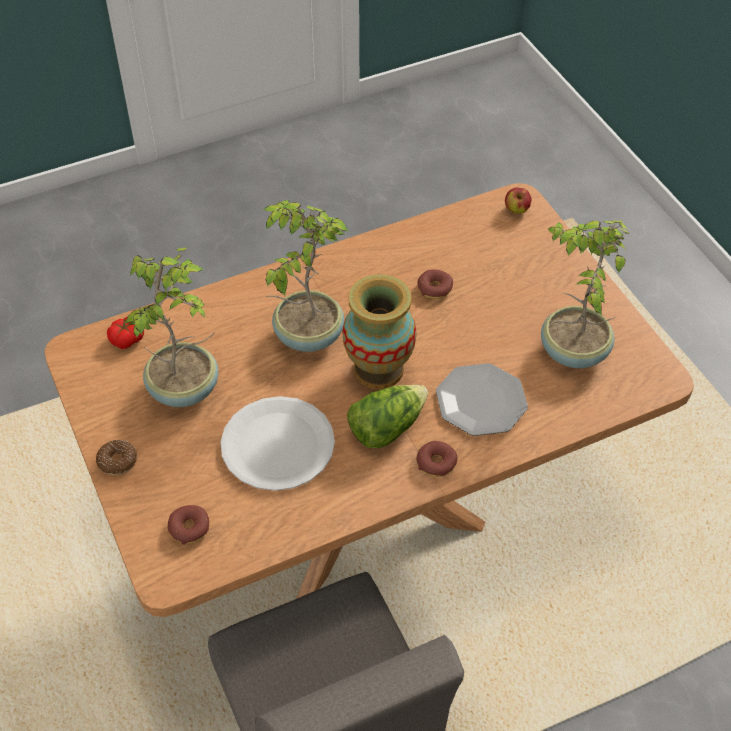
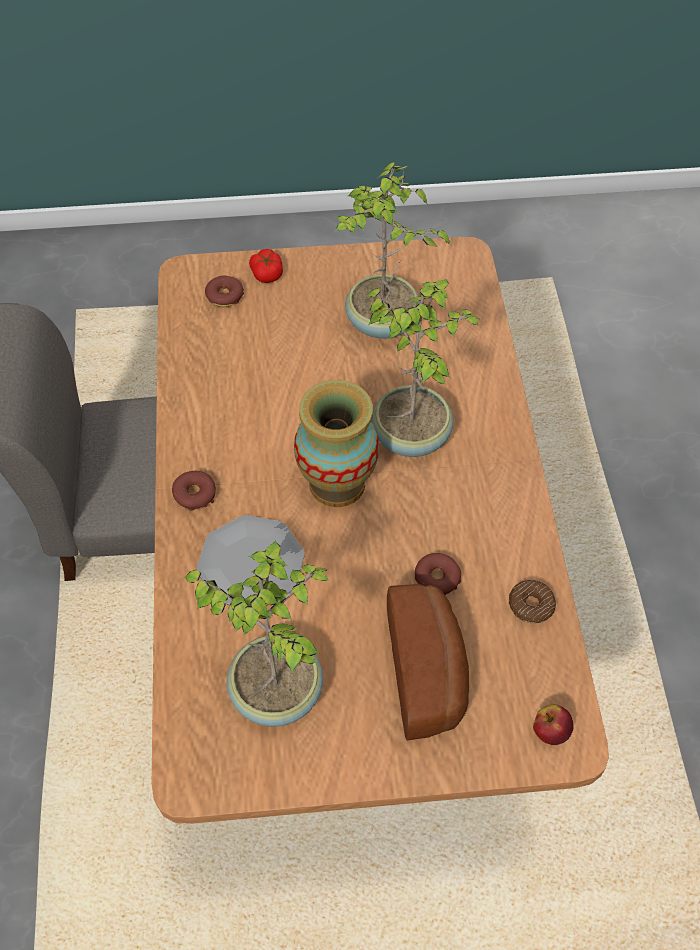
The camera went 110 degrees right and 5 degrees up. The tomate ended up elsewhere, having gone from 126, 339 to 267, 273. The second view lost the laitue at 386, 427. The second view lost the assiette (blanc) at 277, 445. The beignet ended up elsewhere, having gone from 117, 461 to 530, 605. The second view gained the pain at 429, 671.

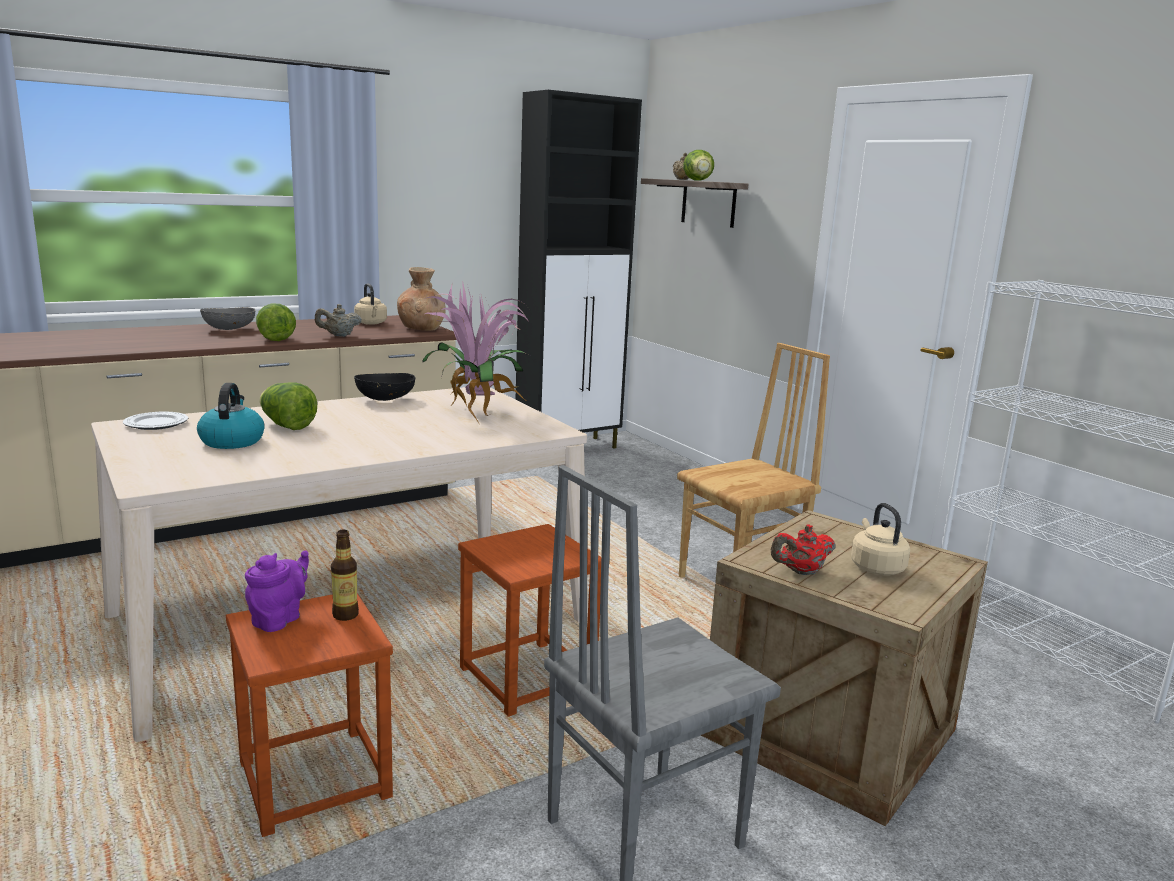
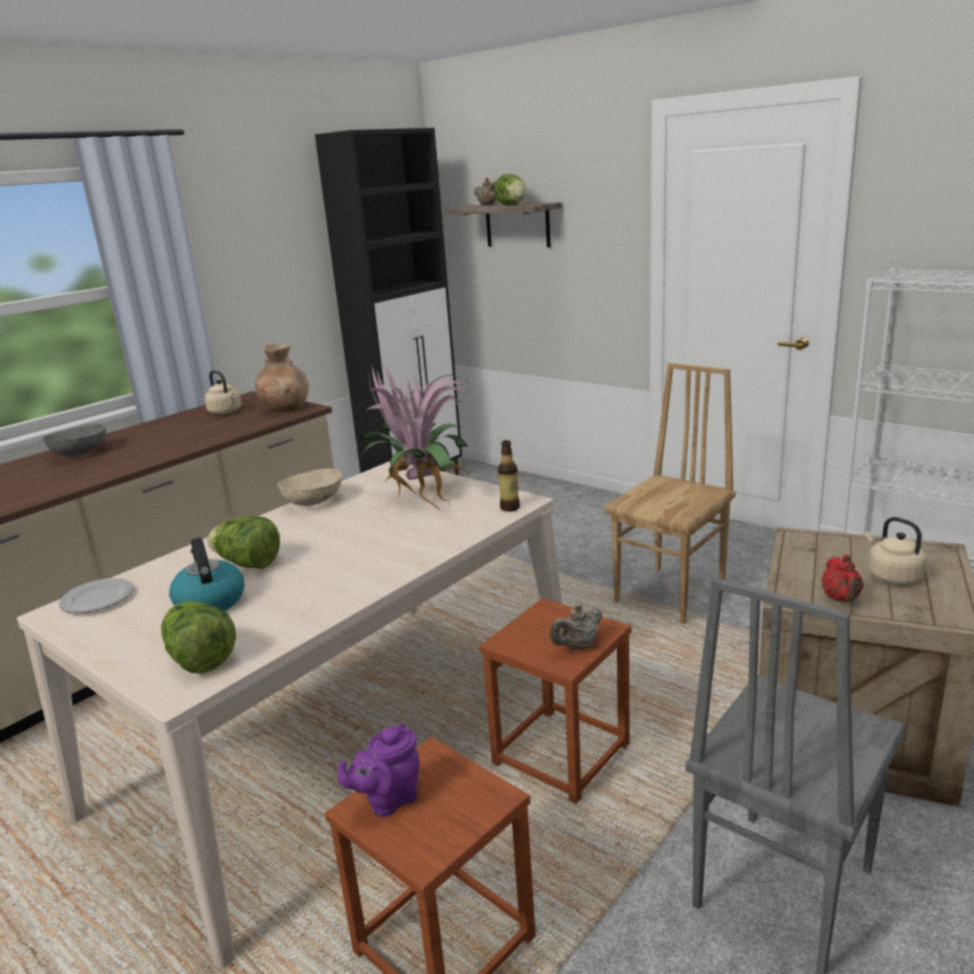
The camera went 15 degrees left and 5 degrees up. The laitue ended up elsewhere, having gone from 275, 338 to 199, 659. The théière (beige) ended up elsewhere, having gone from 339, 336 to 577, 646. What was the bol (noir) at 385, 399 turned into the bol (beige) at 313, 501. The théière (rouge) at 800, 572 ended up facing another way, 45 degrees counterclockwise from before. The bouteille ended up elsewhere, having gone from 345, 615 to 510, 508. The théière (violet) at 279, 619 ended up facing another way, 135 degrees counterclockwise from before.

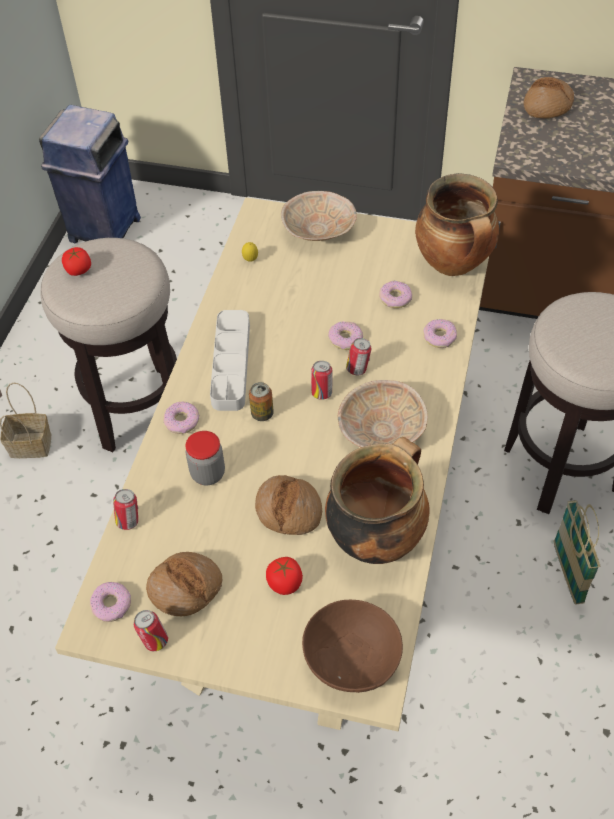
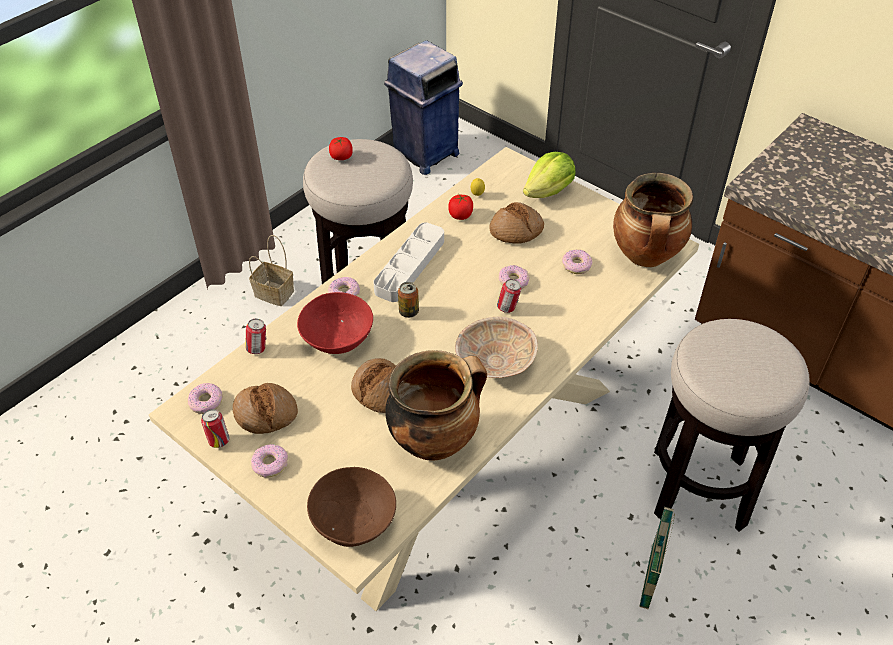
The camera went 25 degrees right and 5 degrees down. The pain ended up elsewhere, having gone from 547, 106 to 516, 230. Where the bol (beige) stood at 319, 230, the laitue came to stand at 549, 191. The beignet ended up elsewhere, having gone from 439, 337 to 270, 464. The second view lost the boîte métallique at 322, 393. Where the bocal stood at 208, 473, the bol (rouge) came to stand at 338, 339. The tomate ended up elsewhere, having gone from 285, 583 to 460, 215.

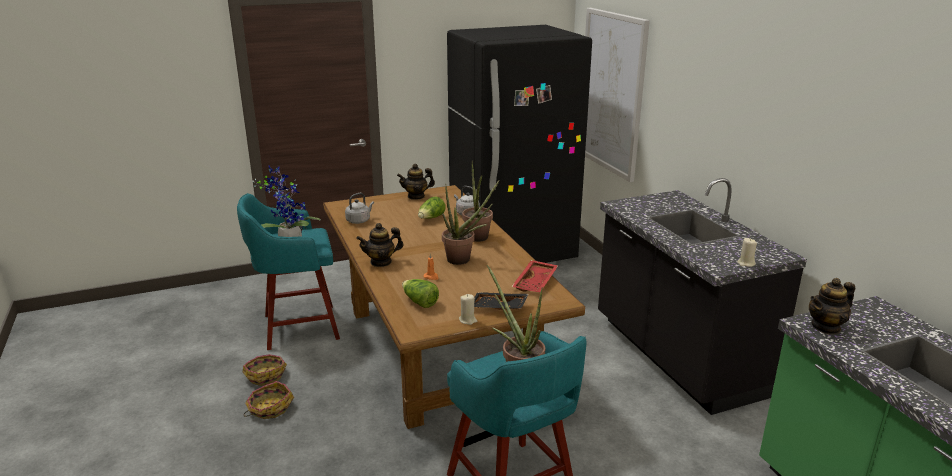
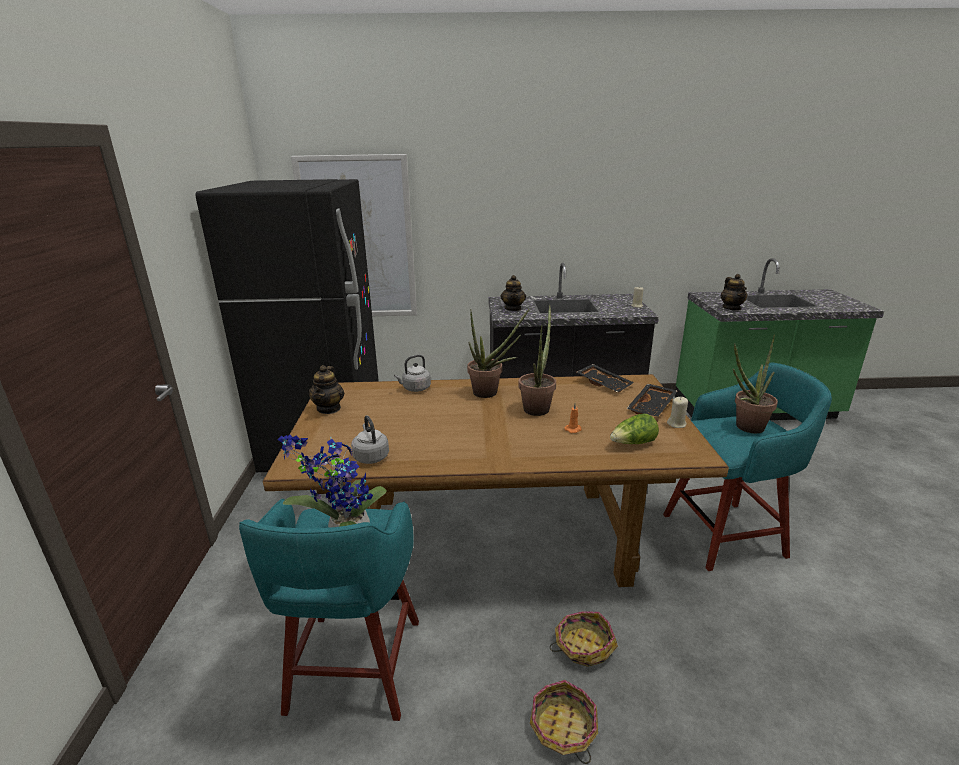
The camera went 70 degrees left and 0 degrees up. The second view lost the laitue at 431, 218. The théière ended up elsewhere, having gone from 381, 262 to 513, 309. What was the plateau (rouge) at 536, 283 turned into the plateau (noir) at 604, 384. The panier ended up elsewhere, having gone from 266, 375 to 583, 646.

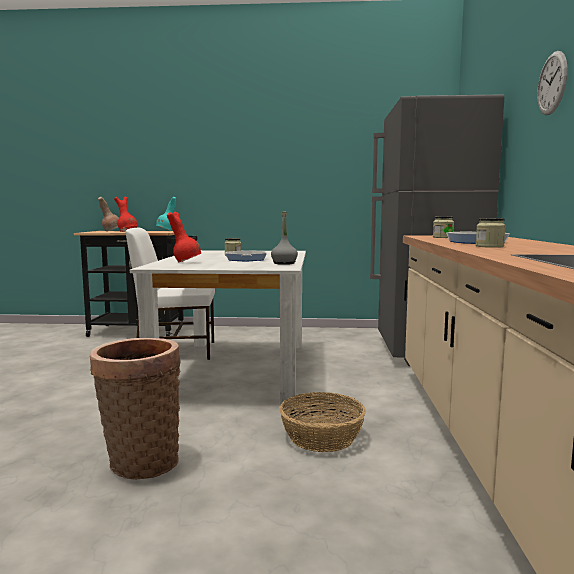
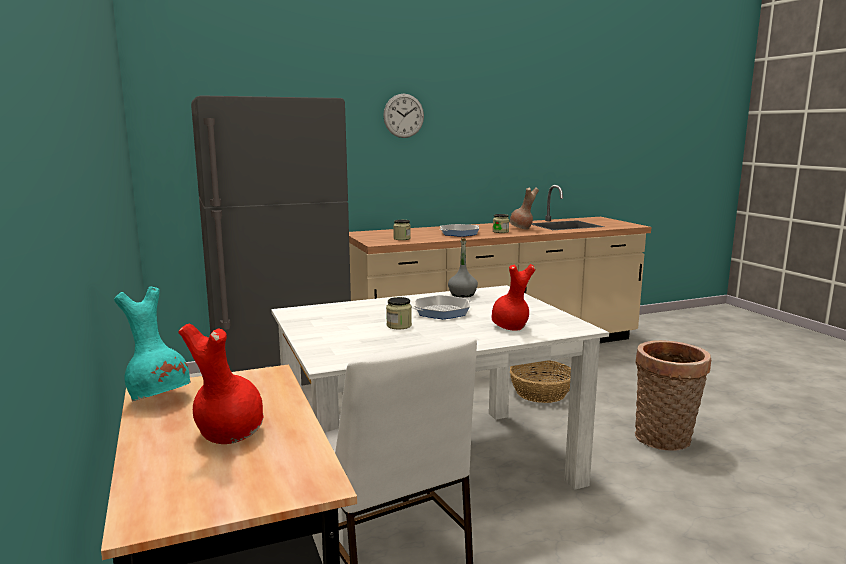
The camera went 115 degrees left and 5 degrees up. The vase (marron) ended up elsewhere, having gone from 111, 231 to 521, 229.

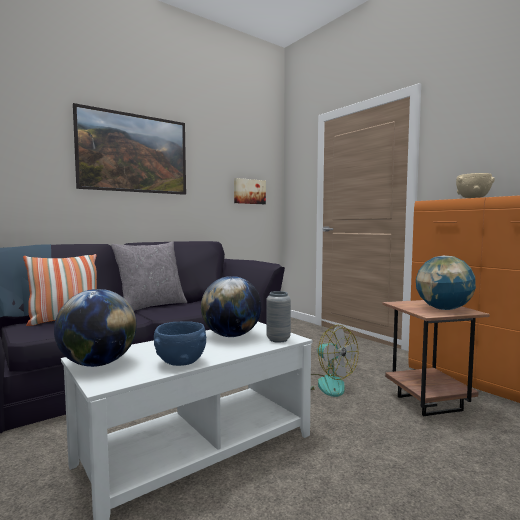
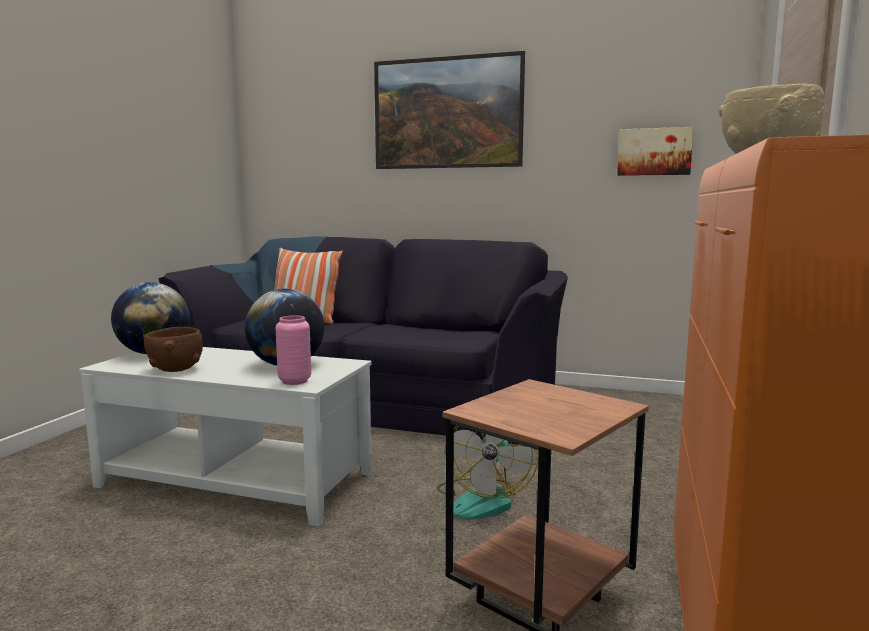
The camera went 55 degrees right and 5 degrees up. The second view lost the coussin (gris) at 151, 306. The second view lost the globe at 443, 309. What was the vase (gris) at 278, 339 turned into the vase (rose) at 294, 381. What was the bol (bleu) at 181, 363 turned into the bol (marron) at 175, 369.

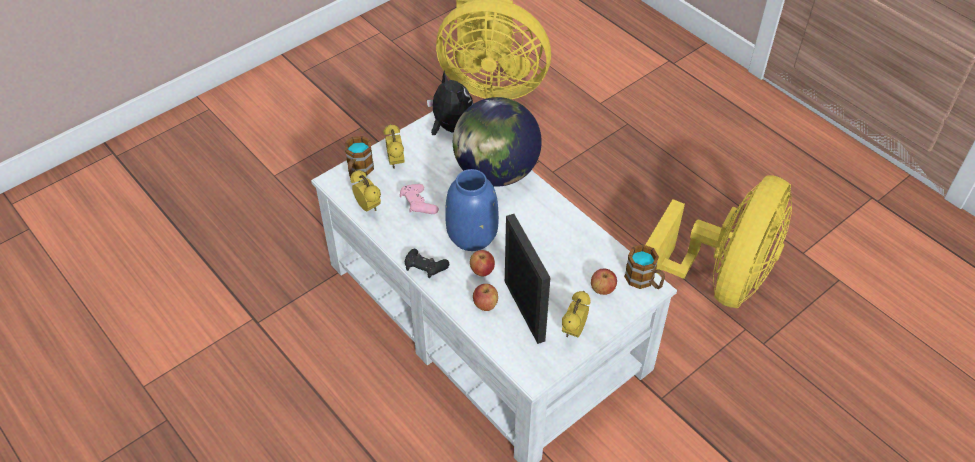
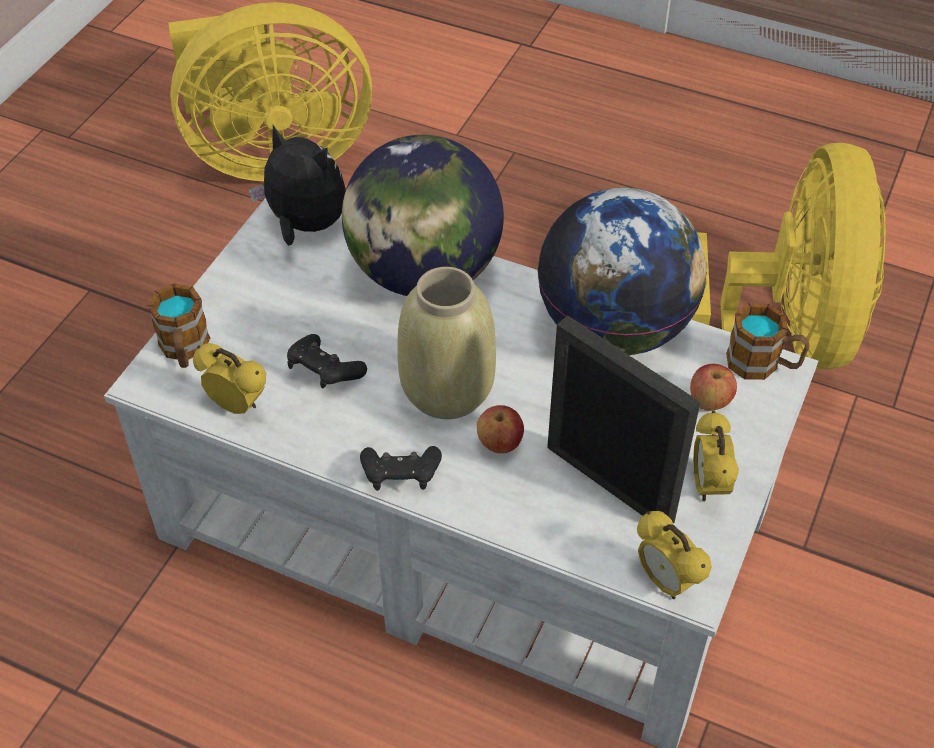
The camera went 25 degrees left and 0 degrees up. The réveil ended up elsewhere, having gone from 395, 162 to 666, 582. What was the vase (bleu) at 472, 236 turned into the vase (beige) at 447, 391. What was the manette (rose) at 418, 205 turned into the manette (noir) at 324, 372. The second view lost the pomme at 485, 305. The second view gained the globe at 615, 328.

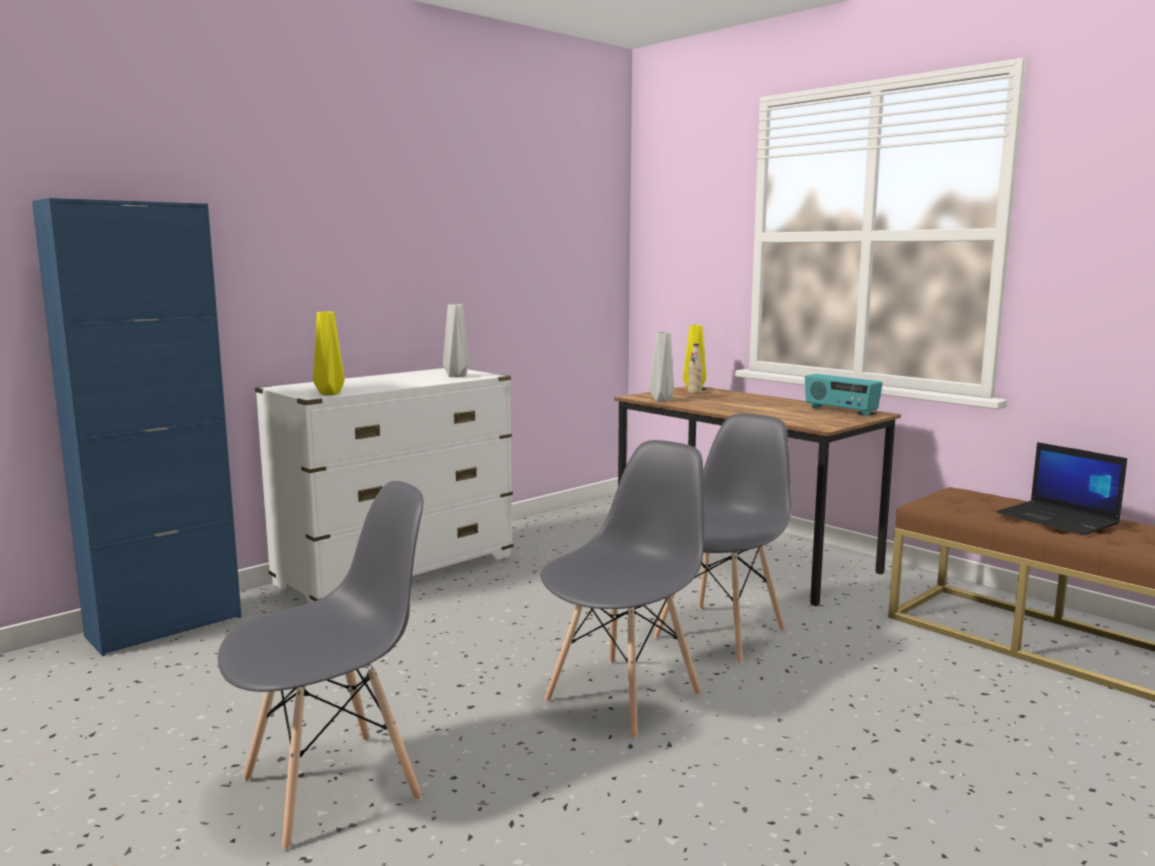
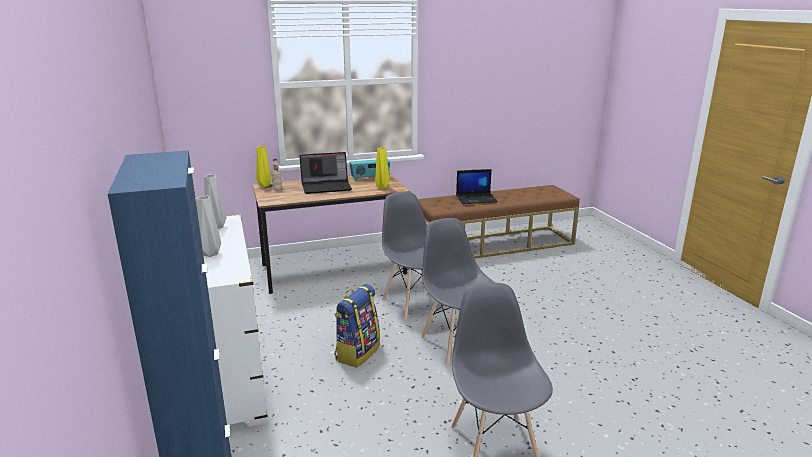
The camera went 65 degrees left and 10 degrees up. The vase (jaune) ended up elsewhere, having gone from 331, 393 to 382, 187. The vase (gris) ended up elsewhere, having gone from 662, 400 to 210, 253. The second view gained the ordinateur portable at 327, 186. The second view gained the sac à dos at 357, 352.

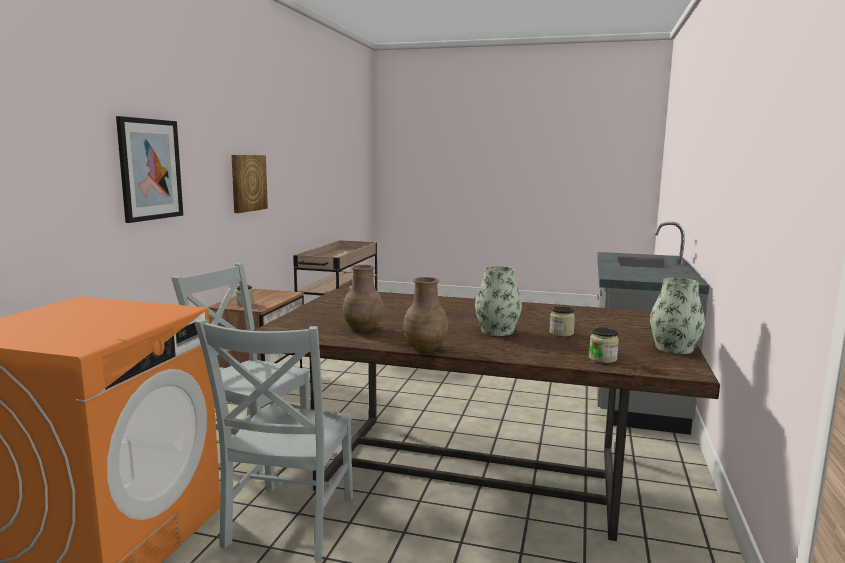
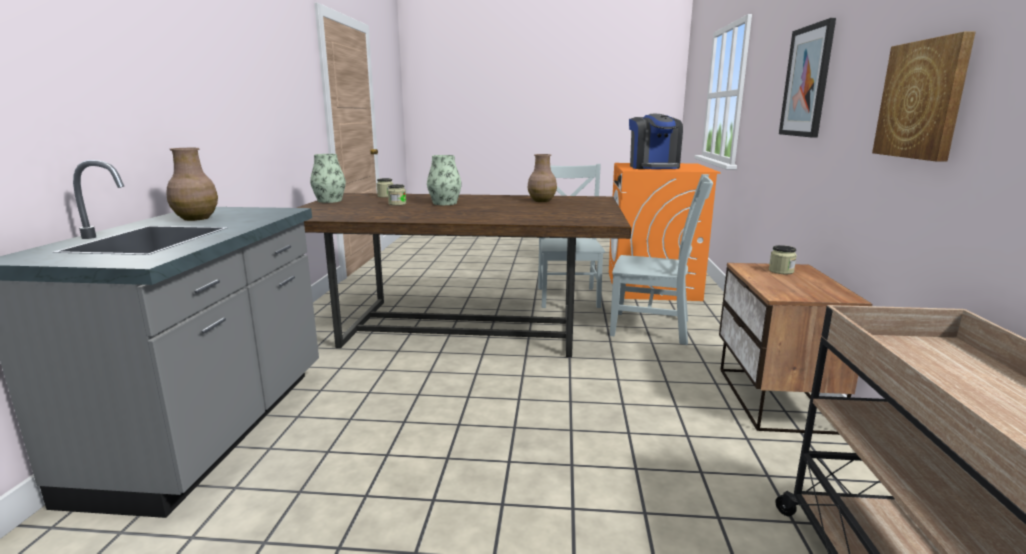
The camera went 170 degrees right and 5 degrees up. The vase (marron) ended up elsewhere, having gone from 426, 348 to 195, 218. The second view gained the machine à café at 653, 167.

